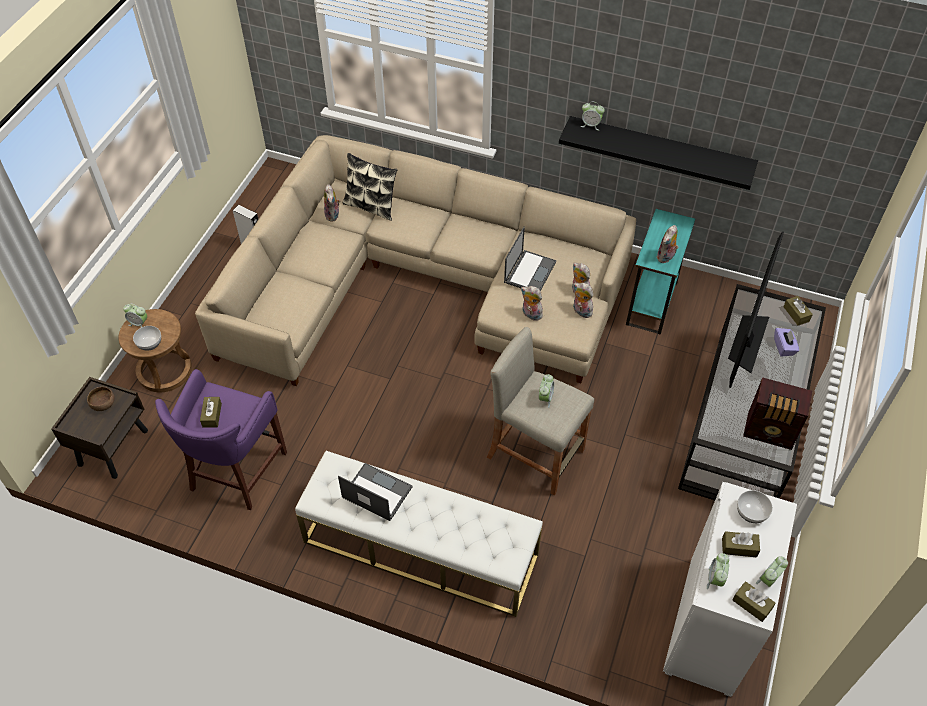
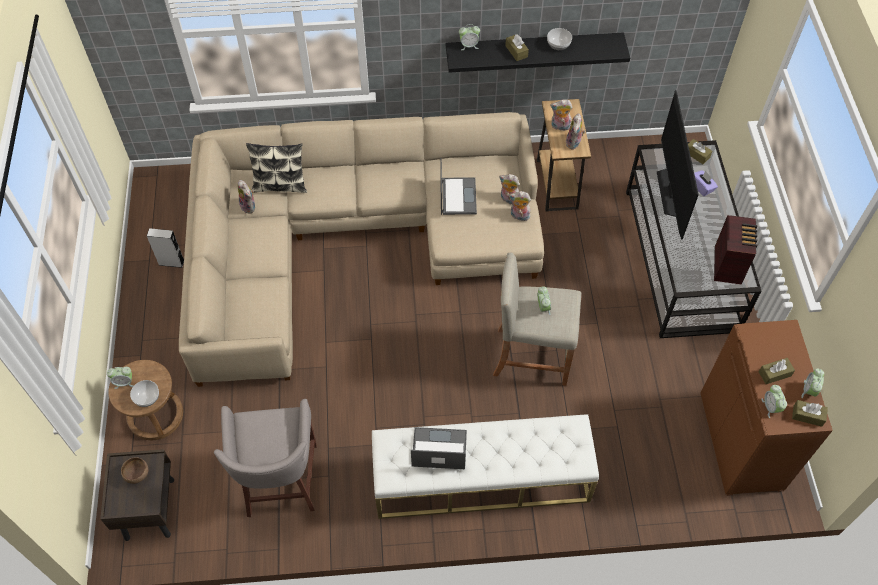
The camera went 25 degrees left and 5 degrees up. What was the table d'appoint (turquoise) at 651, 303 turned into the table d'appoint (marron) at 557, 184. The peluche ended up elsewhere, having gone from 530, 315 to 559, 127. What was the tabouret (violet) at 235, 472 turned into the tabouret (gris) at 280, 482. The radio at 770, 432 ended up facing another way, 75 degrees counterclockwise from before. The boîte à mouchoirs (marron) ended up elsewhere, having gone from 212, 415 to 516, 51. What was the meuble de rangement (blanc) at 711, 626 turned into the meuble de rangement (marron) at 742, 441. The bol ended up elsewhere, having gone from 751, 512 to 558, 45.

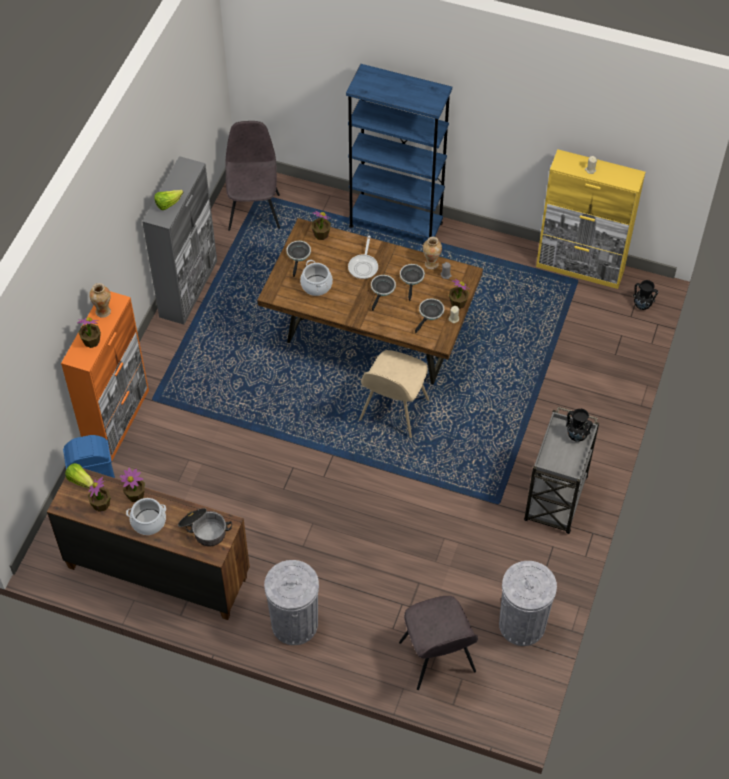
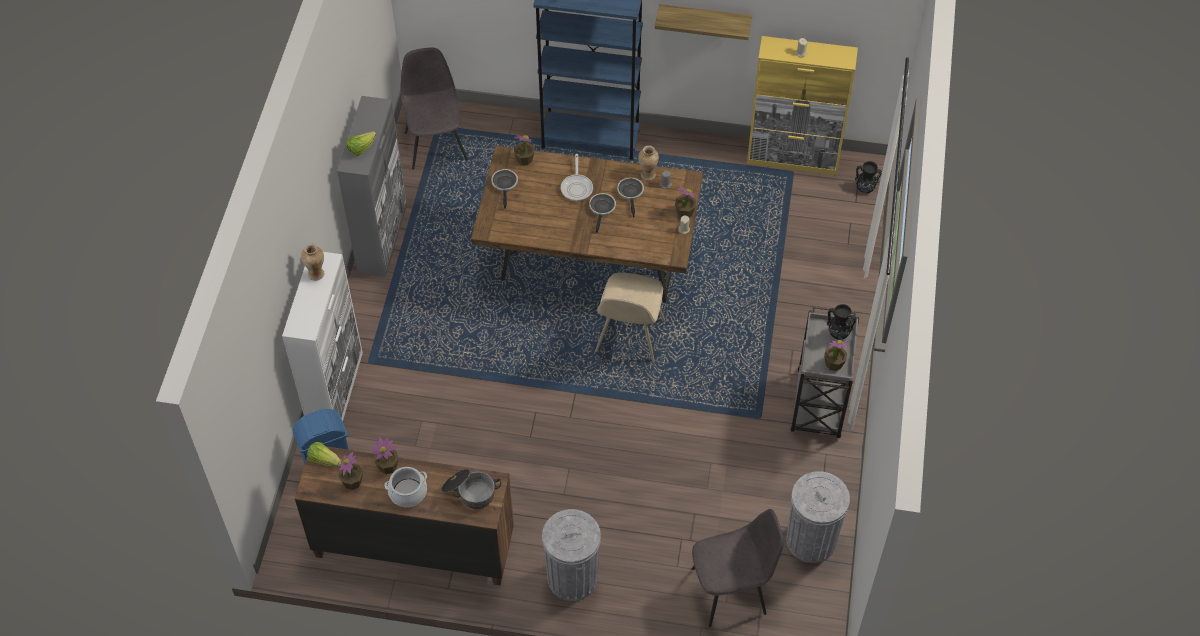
The camera went 10 degrees left and 0 degrees up. The second view lost the marmite at 316, 285. What was the meuble de rangement (orange) at 118, 421 turned into the meuble de rangement (blanc) at 336, 390. The second view lost the poêle at 430, 313. The plante en pot ended up elsewhere, having gone from 91, 341 to 833, 364. The chaise (gris) at 438, 659 ended up facing another way, 75 degrees counterclockwise from before. The second view gained the étagère at 704, 20.

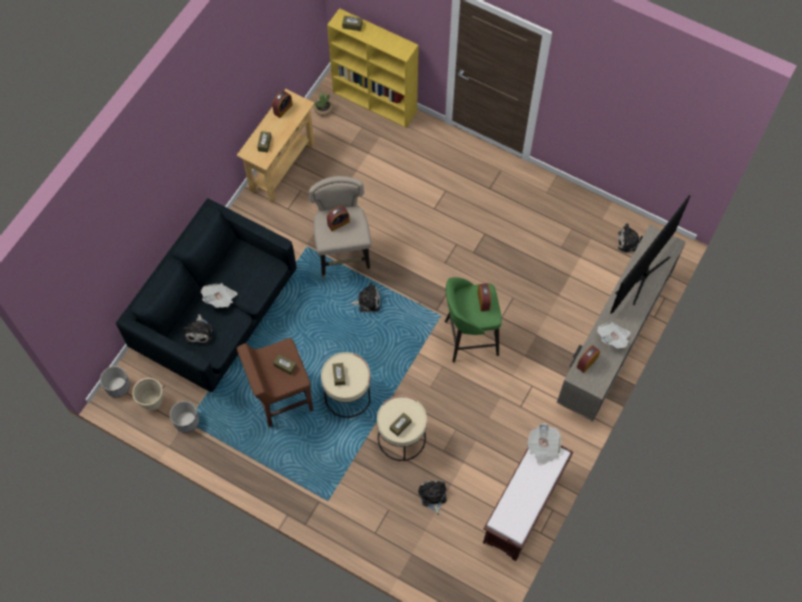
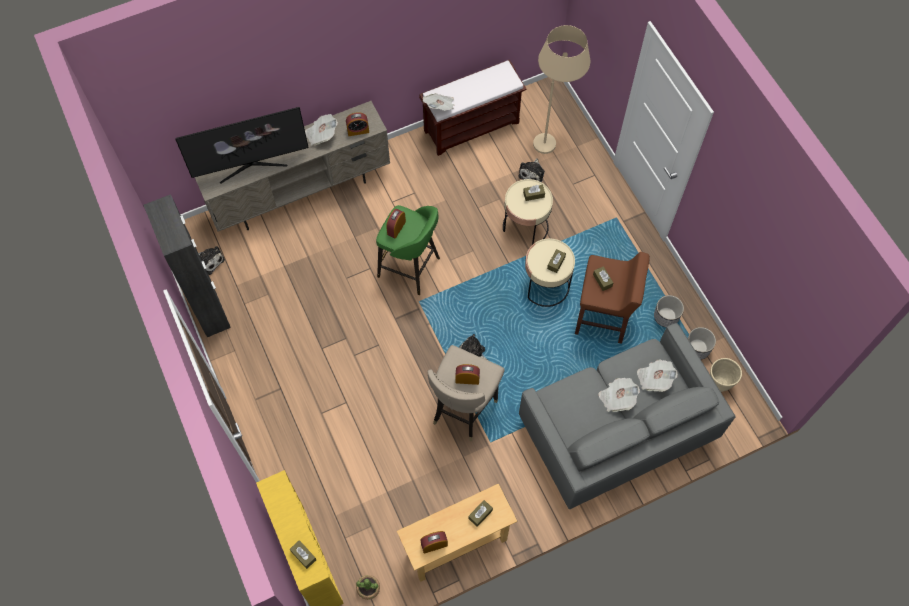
The camera went 145 degrees left and 0 degrees up. What was the canapé (bleu) at 217, 314 turned into the canapé (gris) at 615, 429. Where the peluche stood at 199, 331, the journal came to stand at 654, 379. The cache-pot ended up elsewhere, having gone from 118, 386 to 666, 317. The second view gained the lampadaire (beige) at 552, 136. The second view gained the meuble de rangement (noir) at 209, 309.

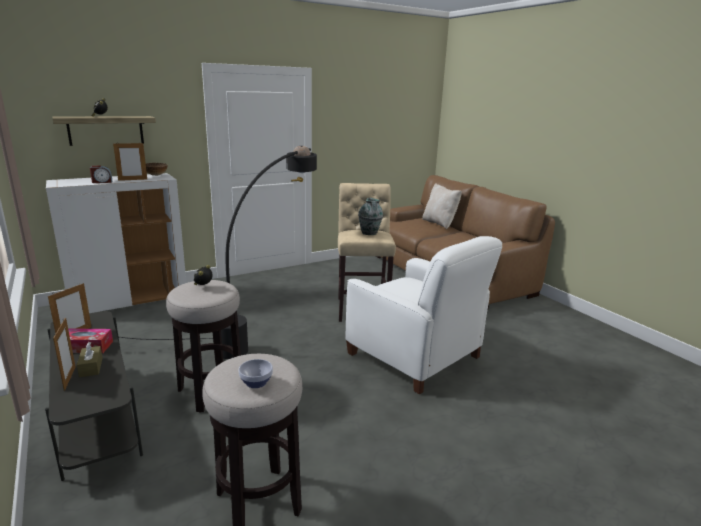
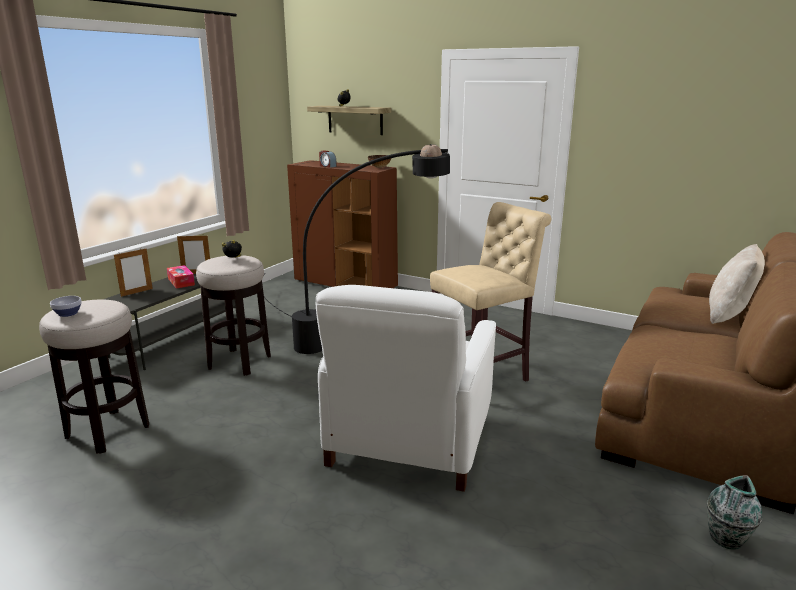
The camera went 60 degrees right and 0 degrees up. The second view lost the cadre photo at 132, 179. What was the meuble de rangement (blanc) at 130, 300 turned into the meuble de rangement (marron) at 346, 284. The vase ended up elsewhere, having gone from 369, 233 to 726, 539. The second view lost the boîte à mouchoirs (marron) at 91, 367.

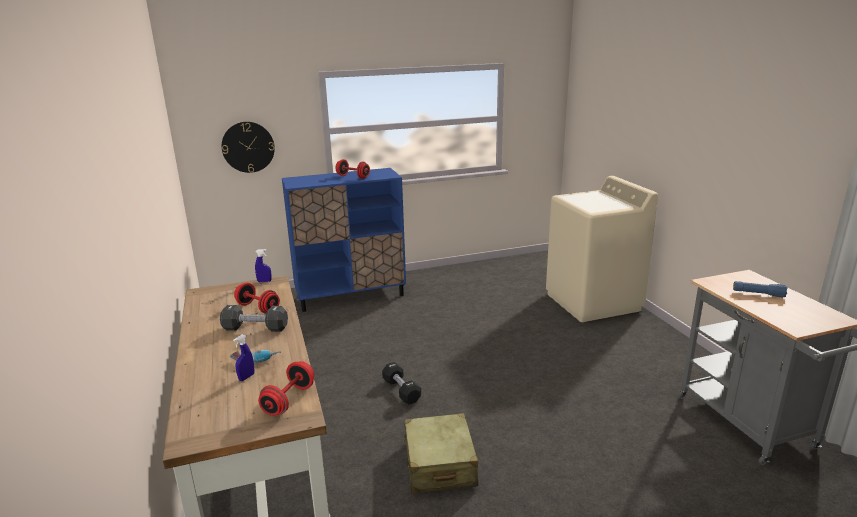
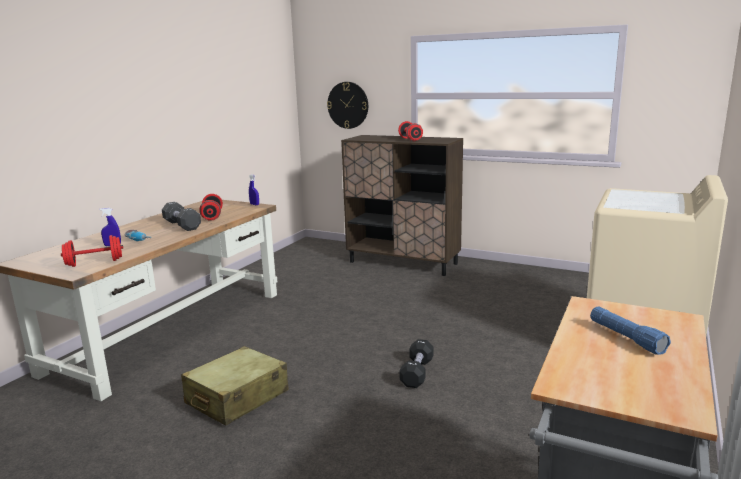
The camera went 45 degrees right and 5 degrees down. What was the meuble de rangement (bleu) at 351, 296 turned into the meuble de rangement (marron) at 403, 263. The haltère (noir) ended up elsewhere, having gone from 401, 391 to 417, 373.

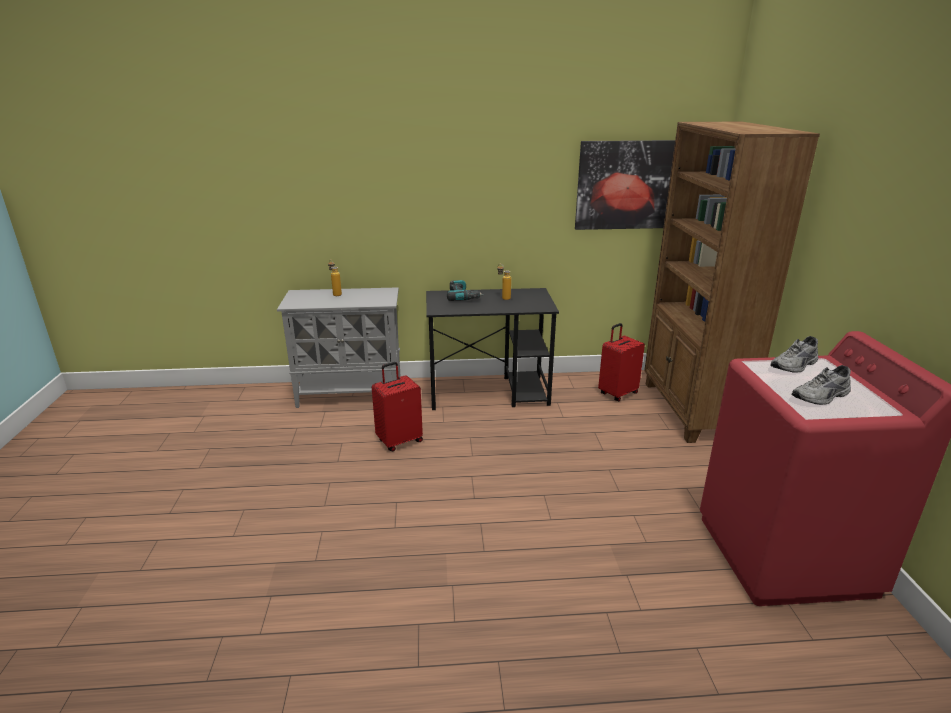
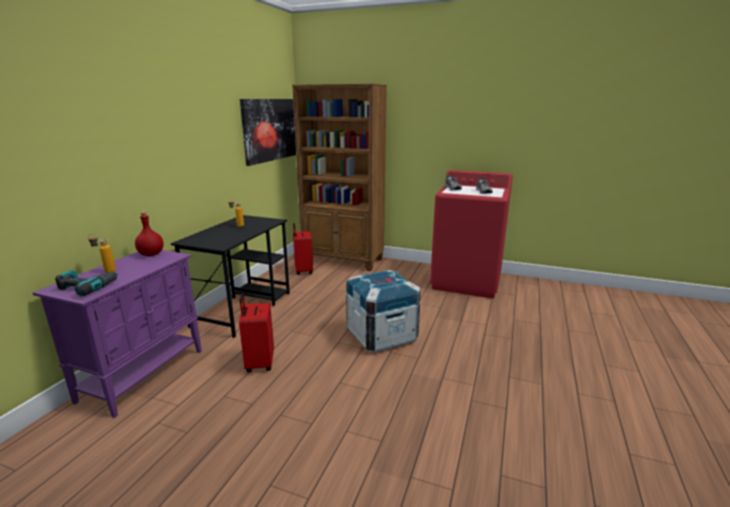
The camera went 65 degrees left and 5 degrees down. The perceuse ended up elsewhere, having gone from 463, 297 to 88, 287. What was the meuble de rangement (gris) at 351, 394 turned into the meuble de rangement (violet) at 144, 374. The second view gained the bouteille (rouge) at 151, 254. The second view gained the caisse at 382, 335.

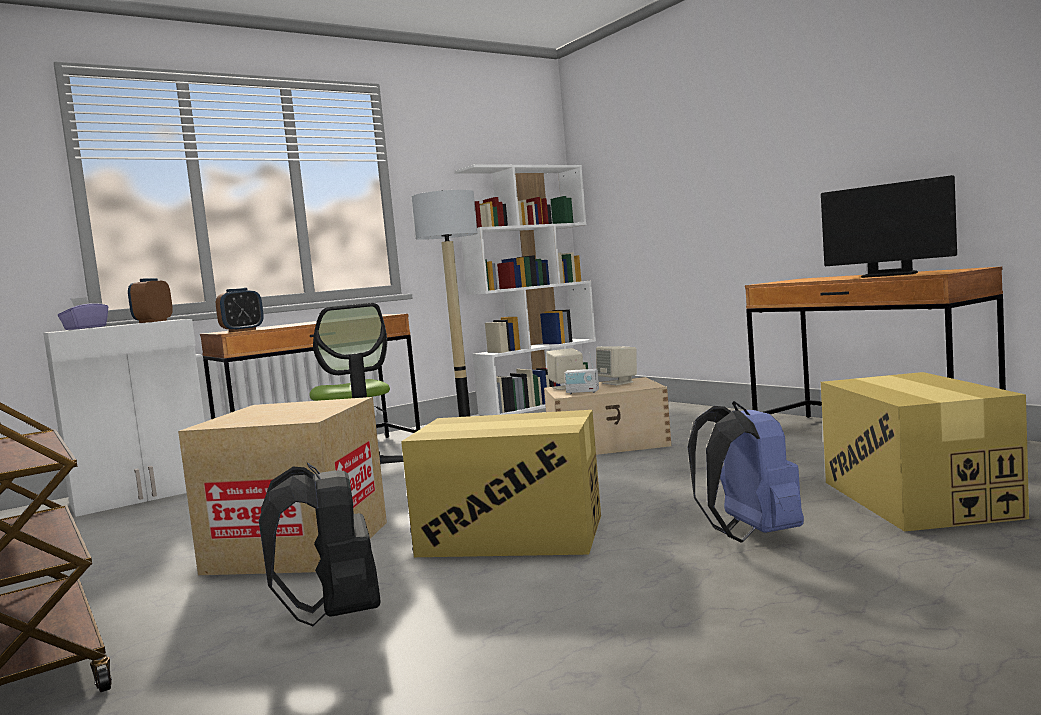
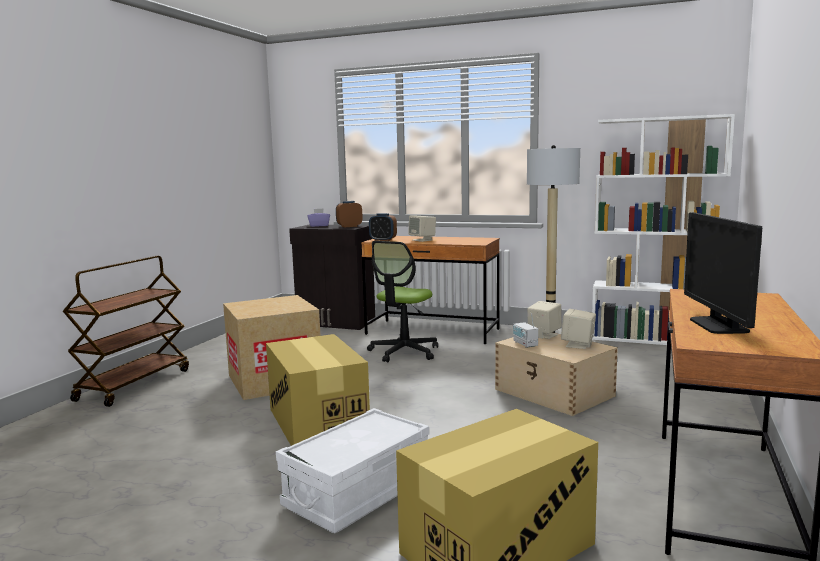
The camera went 55 degrees right and 5 degrees up. What was the meuble de rangement (blanc) at 143, 495 turned into the meuble de rangement (noir) at 336, 323. Where the sac à dos (bleu) stood at 750, 534, the boîte de rangement (blanc) came to stand at 357, 493. The second view lost the sac à dos (noir) at 336, 614. The second view gained the enceinte (beige) at 422, 240.

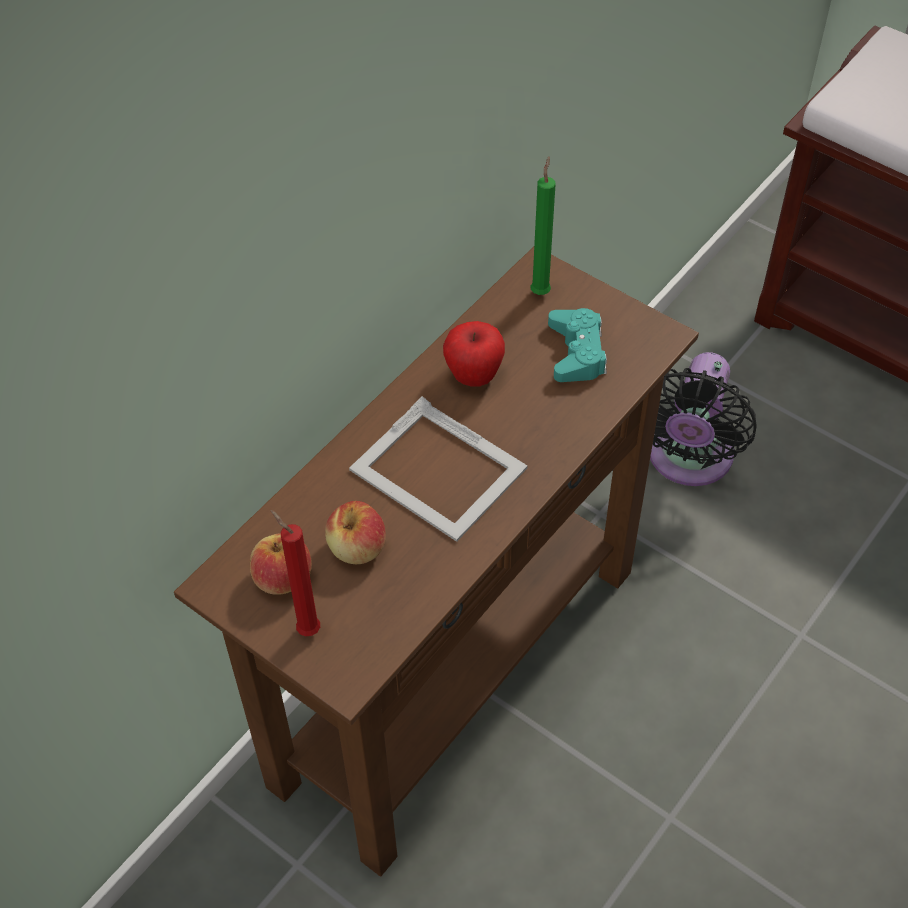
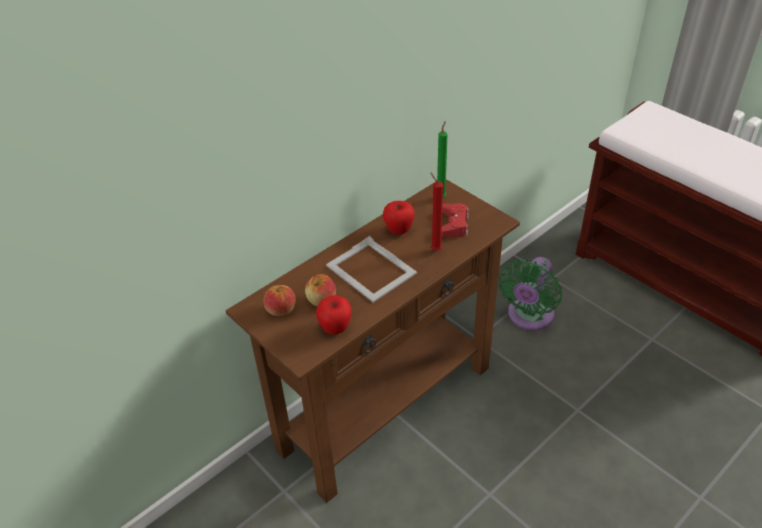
The camera went 10 degrees right and 10 degrees down. What was the manette (turquoise) at 577, 352 turned into the manette (rouge) at 454, 225. What was the ventilateur (noir) at 687, 459 turned into the ventilateur (vert) at 528, 317. The bougie (rouge) ended up elsewhere, having gone from 306, 628 to 434, 249. The second view gained the pomme at 335, 328.

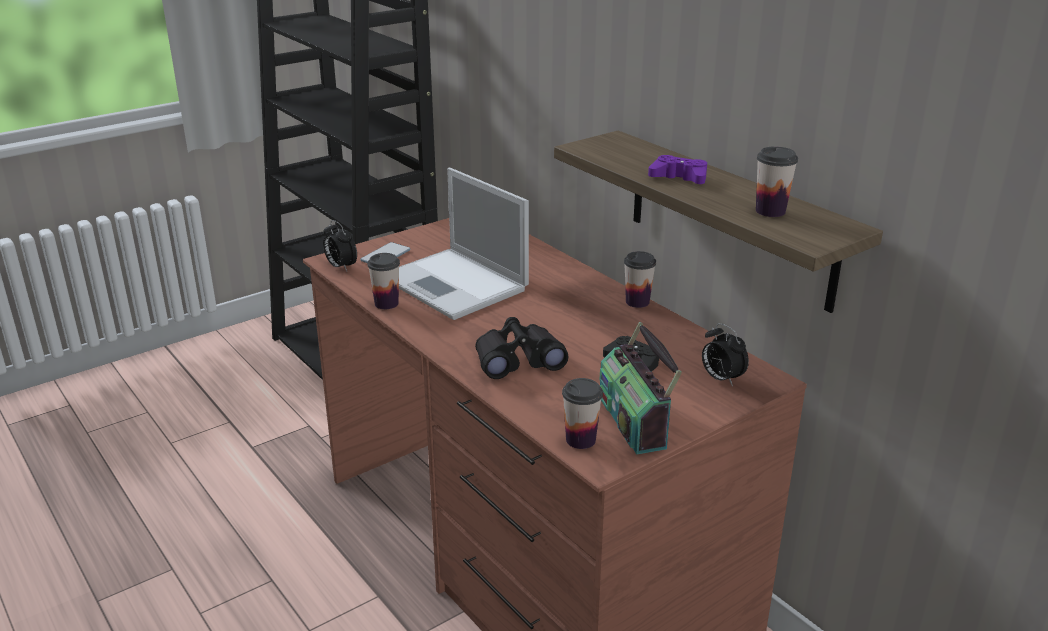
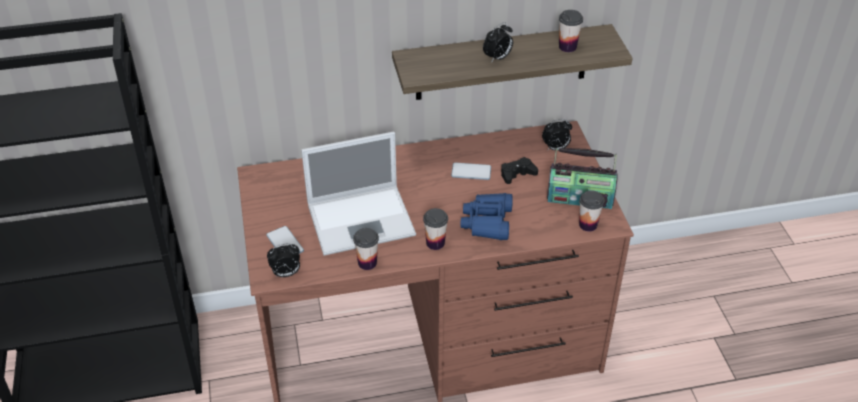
The camera went 65 degrees left and 15 degrees up. Where the manette (violet) stood at 679, 178, the réveil came to stand at 497, 58. The tasse ended up elsewhere, having gone from 637, 302 to 435, 243. What was the jumelles (noir) at 518, 360 turned into the jumelles (bleu) at 487, 222. The second view gained the téléphone at 471, 172.

